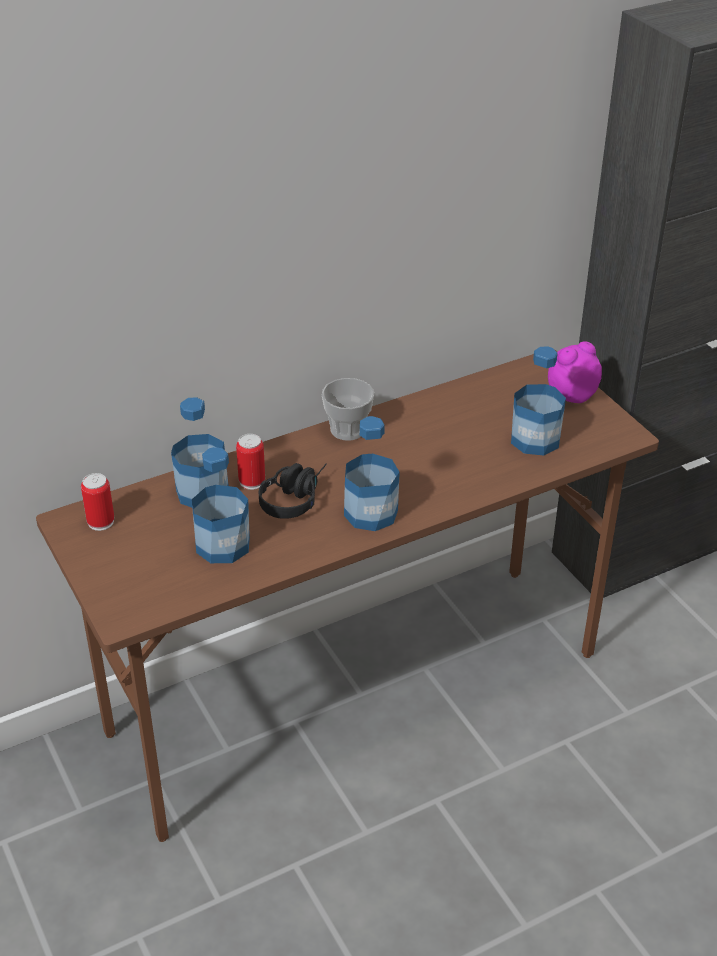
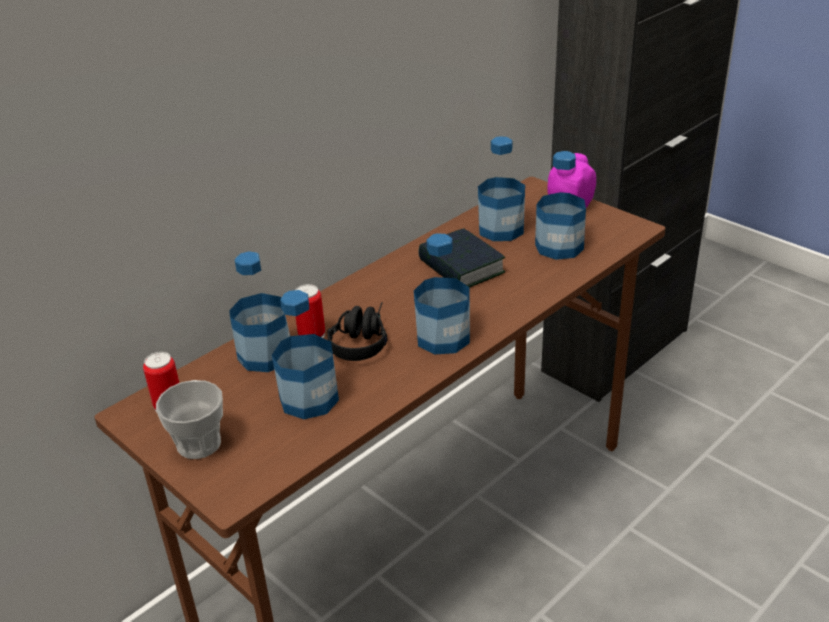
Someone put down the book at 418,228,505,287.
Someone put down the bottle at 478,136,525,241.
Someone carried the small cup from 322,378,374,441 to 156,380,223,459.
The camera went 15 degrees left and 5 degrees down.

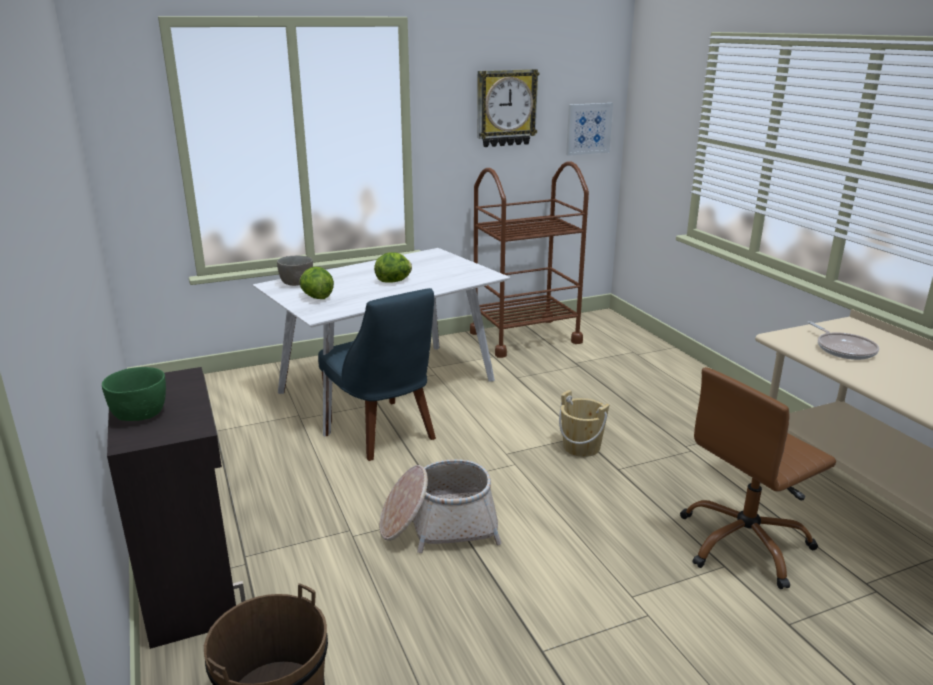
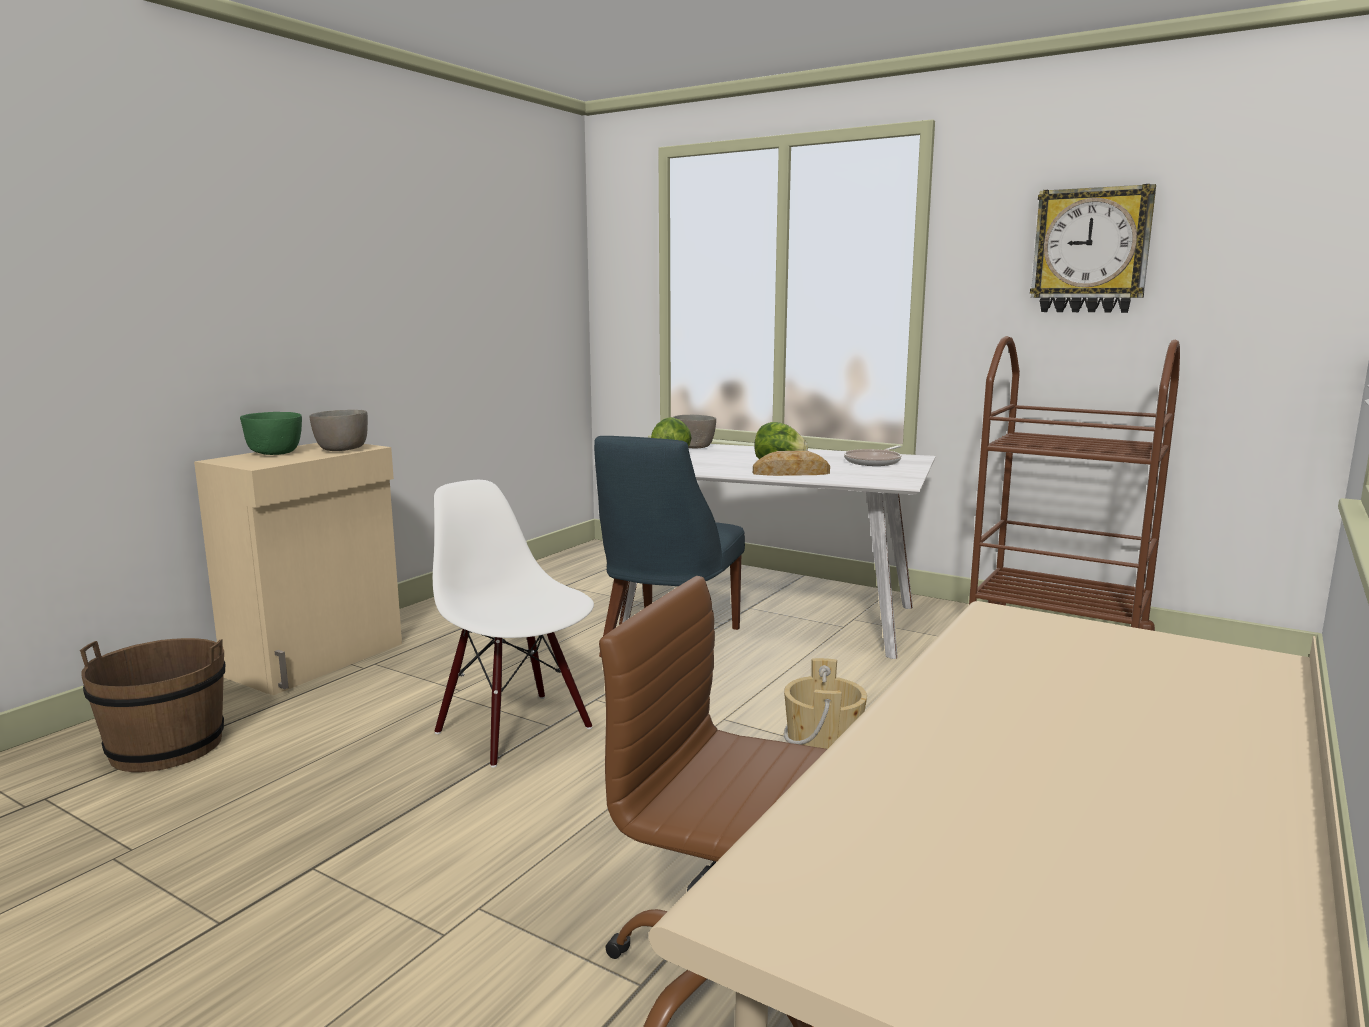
Someone took away the wall picture at 566,103,613,156.
Someone put down the deep dish (grey) at 309,410,368,451.
Someone put down the bakery bread at 753,451,830,476.
Someone carried the frying pan from 807,321,879,360 to 844,446,902,466.
Someone swapped the basket at 380,459,502,553 for the chair (white) at 433,480,594,768.
Someone repainted the cupboard (black-coloured) at 107,367,246,649, which became the cupboard (beige) at 194,443,402,695.
The camera went 55 degrees right and 10 degrees down.

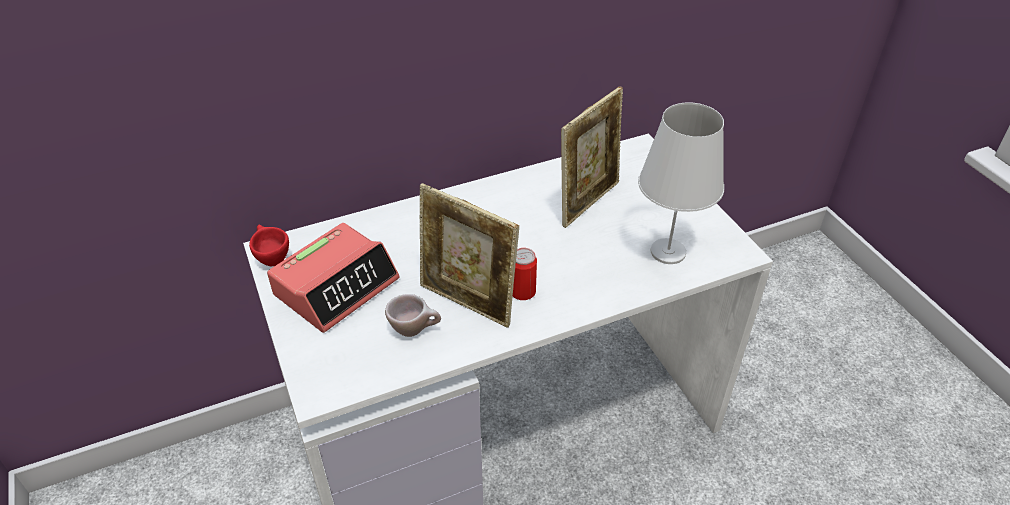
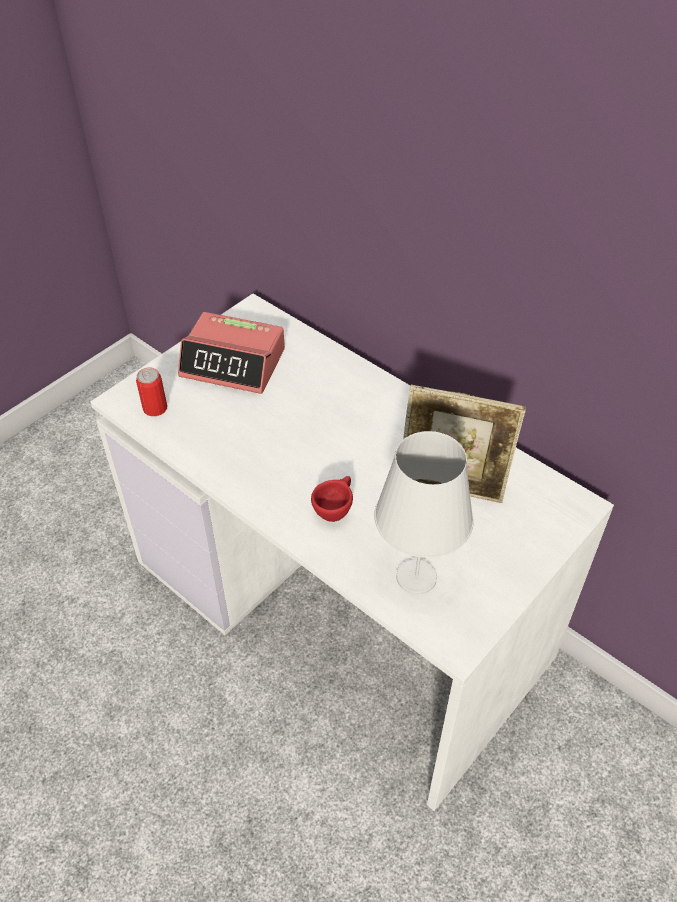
Someone took away the small cup (beige) at 385,294,441,337.
Someone took away the photo frame at 420,183,519,328.
Someone carried the small cup (reddish) from 249,225,289,266 to 311,476,353,522.
Someone carried the metal can from 513,248,537,300 to 136,367,167,416.
The camera went 65 degrees right and 5 degrees up.

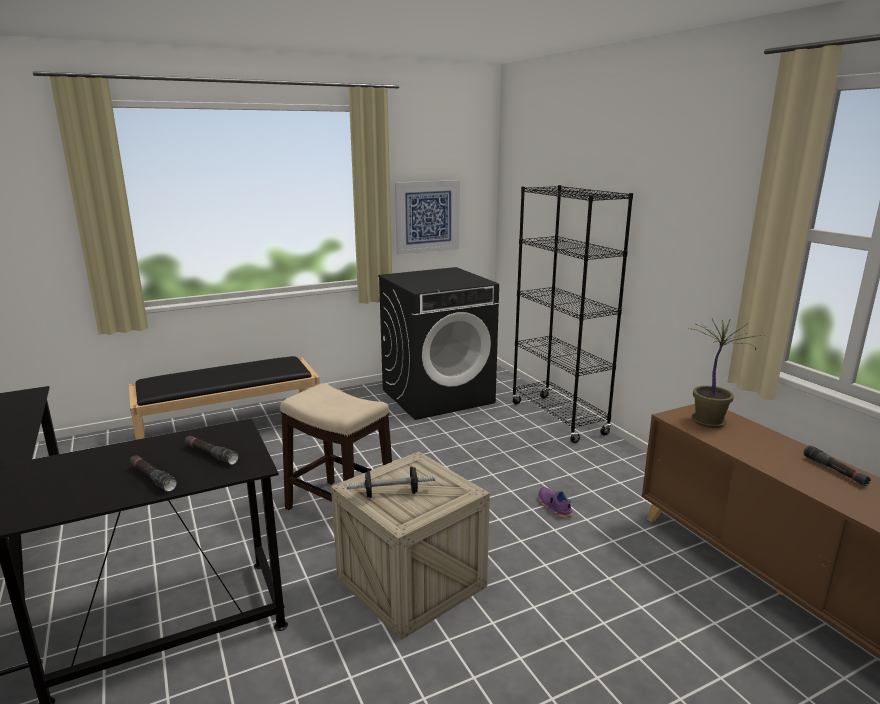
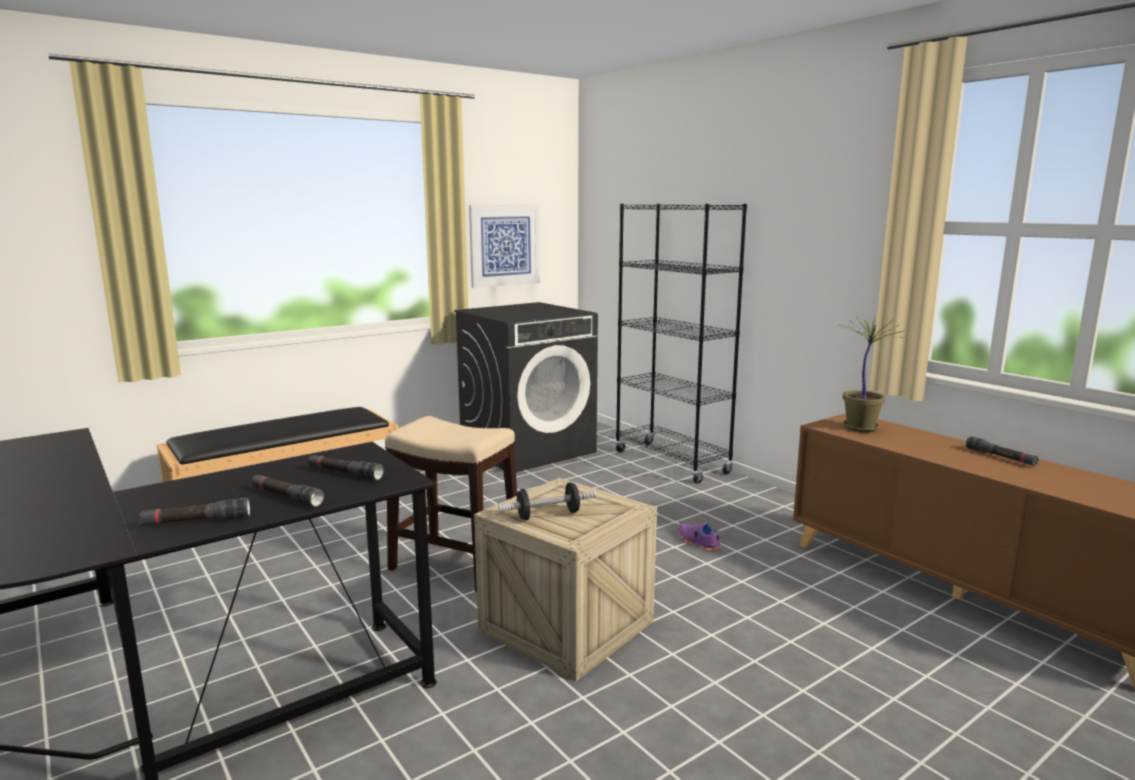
Someone put down the hand torch (black-coloured) at 139,498,250,526.
The camera went 10 degrees left and 5 degrees down.

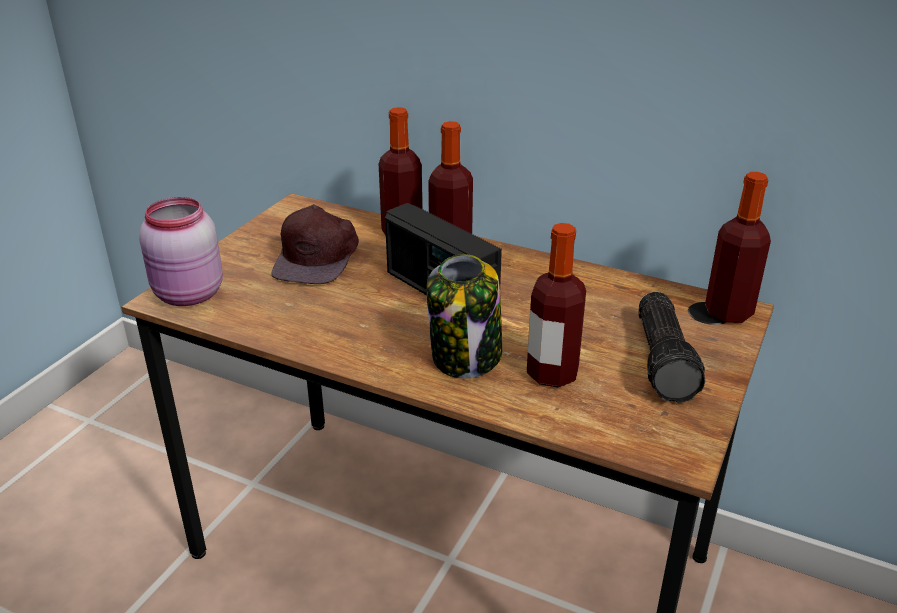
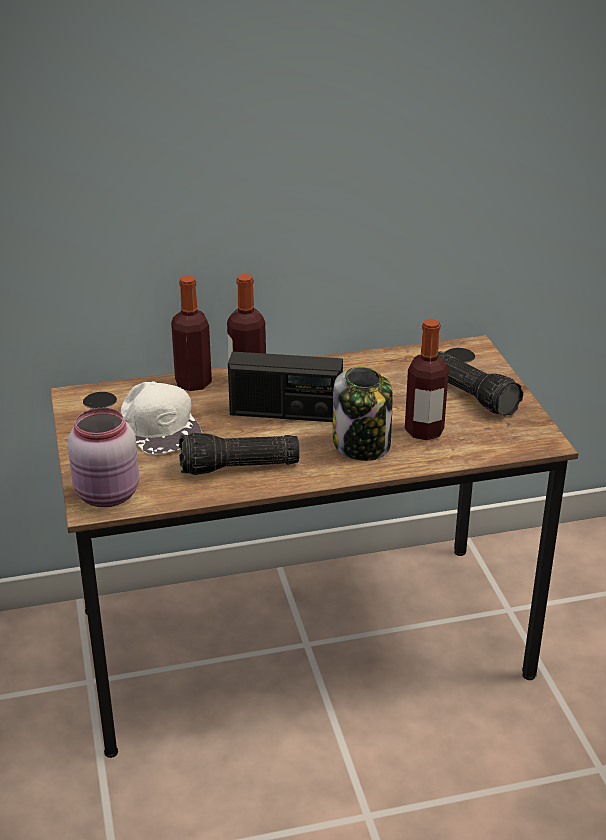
Someone took away the bottle at 705,172,771,323.
Someone put down the hand torch at 179,433,300,475.
Someone repainted the peaked cap (brown-coloured) at 271,204,359,284, which became the peaked cap (white) at 121,381,202,455.
The camera went 40 degrees left and 0 degrees up.

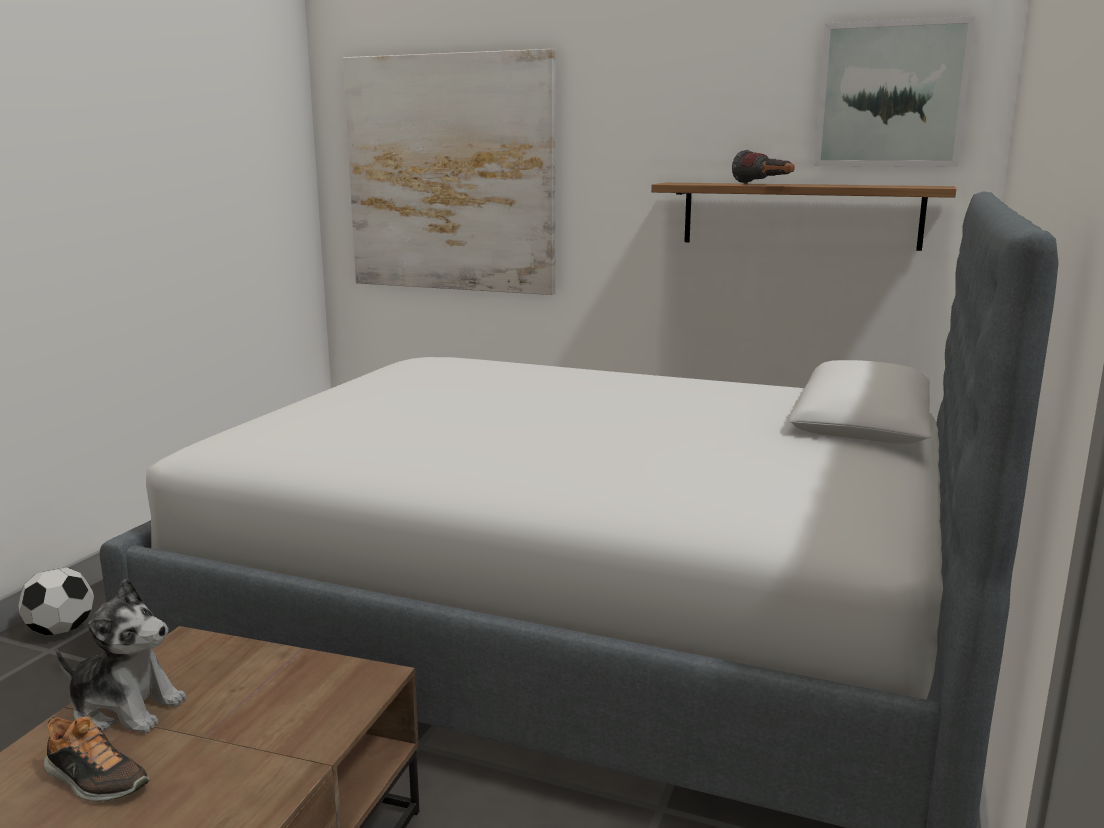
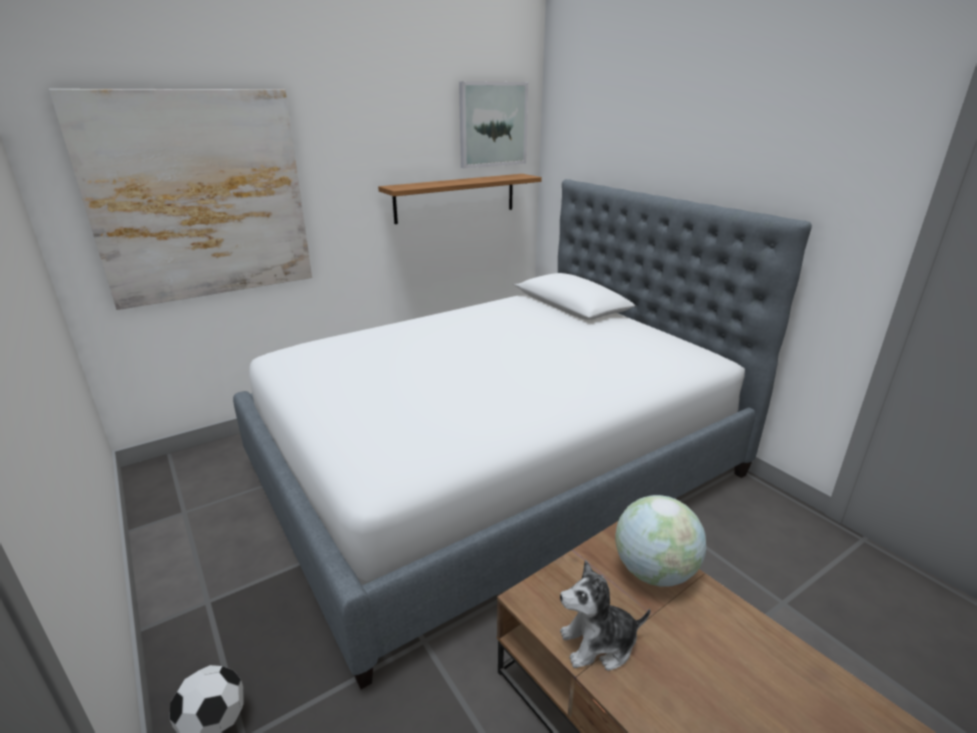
Someone took away the shoe at 44,716,150,802.
Someone took away the hand torch at 732,150,795,184.
Someone put down the globe at 615,495,706,586.
Someone rotated the cuddly toy at 56,579,186,733 by 150 degrees counterclockwise.
The camera went 55 degrees left and 10 degrees up.

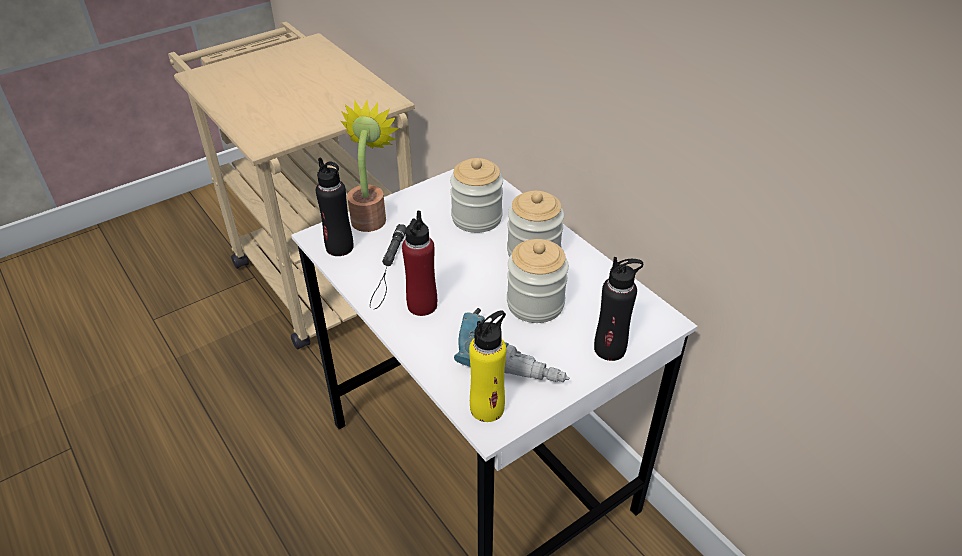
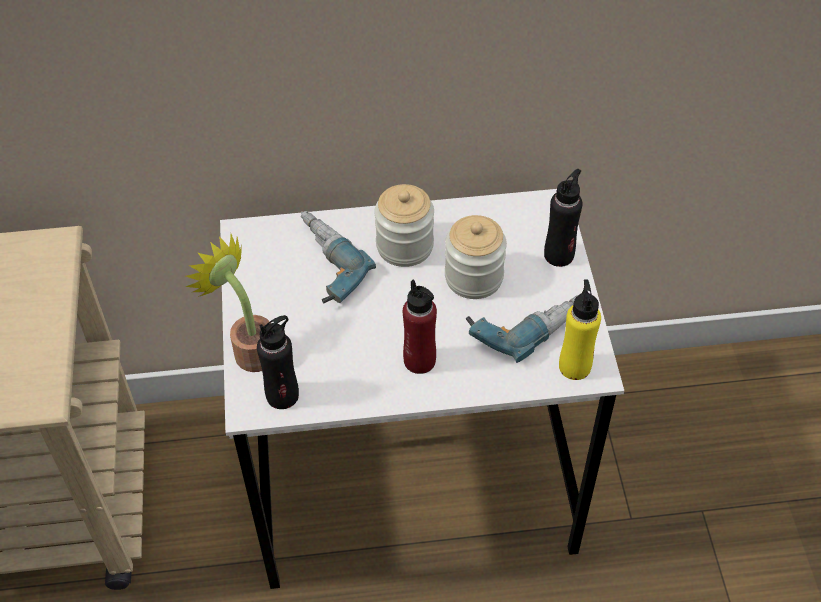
Someone took away the hand torch (black-coloured) at 370,224,406,309.
Someone swapped the jar at 450,158,503,233 for the drill at 301,211,376,303.
The camera went 60 degrees left and 10 degrees up.

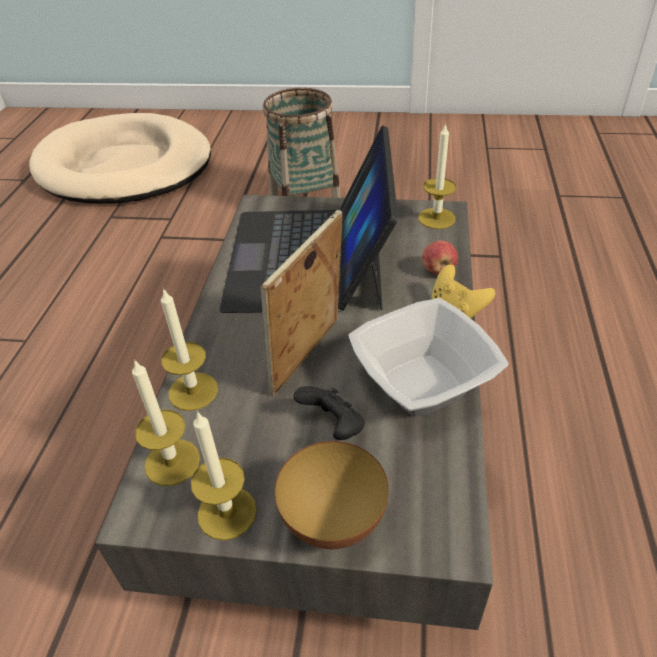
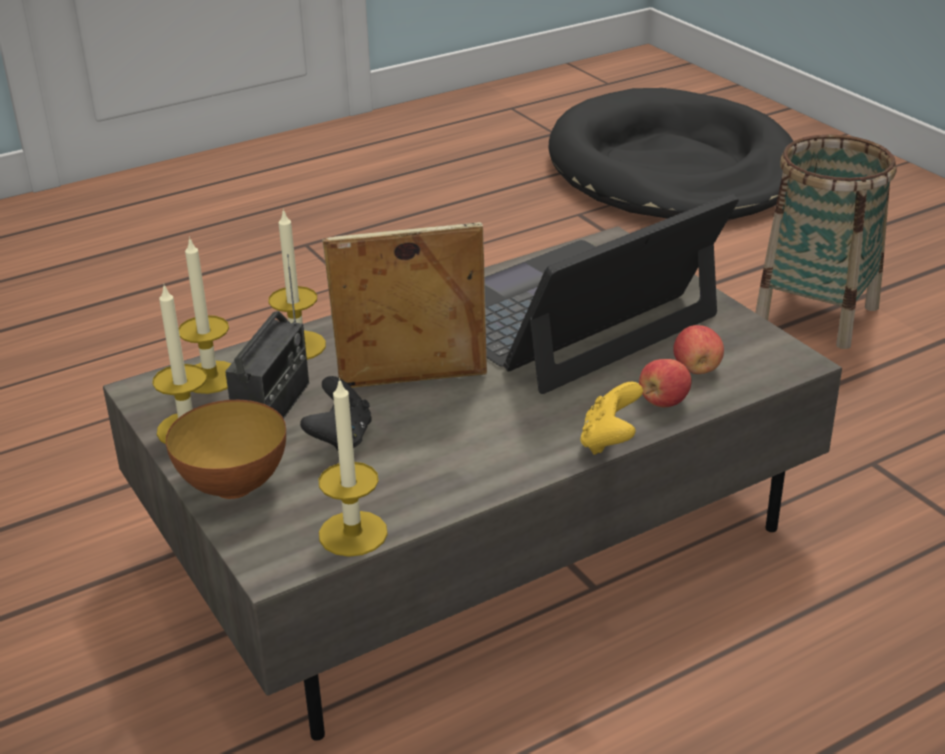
Someone took away the deep dish at 349,298,509,417.
Someone put down the radio receiver at 225,254,309,419.
Someone put down the whole apple at 673,325,724,374.
Someone carried the wax light from 418,123,456,229 to 318,378,388,557.
Someone repainted the dog cushion (beige) at 29,113,211,204, which became the dog cushion (black-coloured) at 548,88,793,219.
The camera went 50 degrees right and 10 degrees down.

